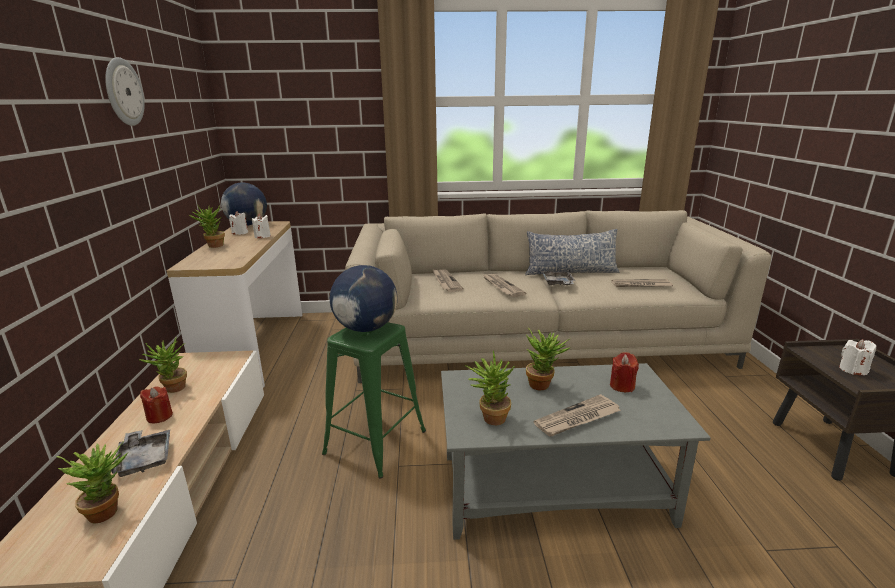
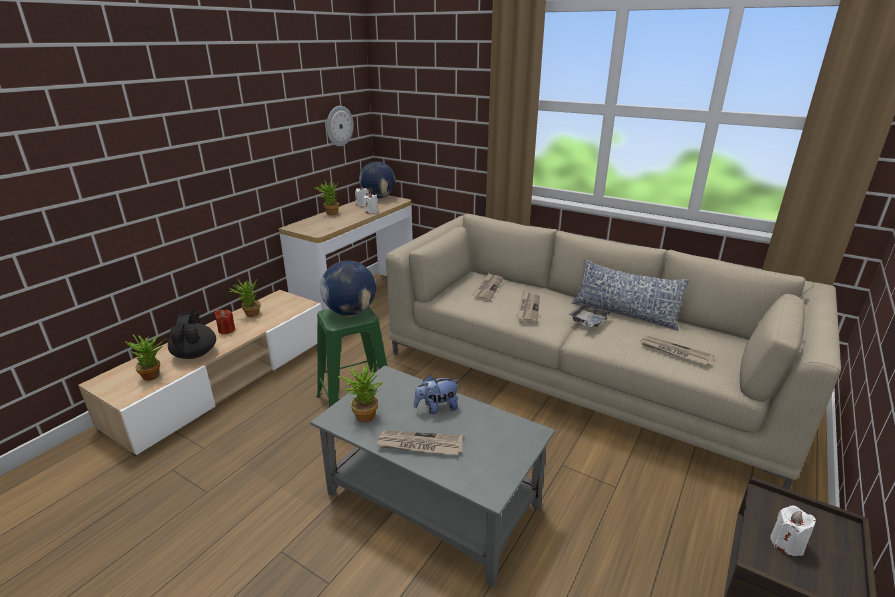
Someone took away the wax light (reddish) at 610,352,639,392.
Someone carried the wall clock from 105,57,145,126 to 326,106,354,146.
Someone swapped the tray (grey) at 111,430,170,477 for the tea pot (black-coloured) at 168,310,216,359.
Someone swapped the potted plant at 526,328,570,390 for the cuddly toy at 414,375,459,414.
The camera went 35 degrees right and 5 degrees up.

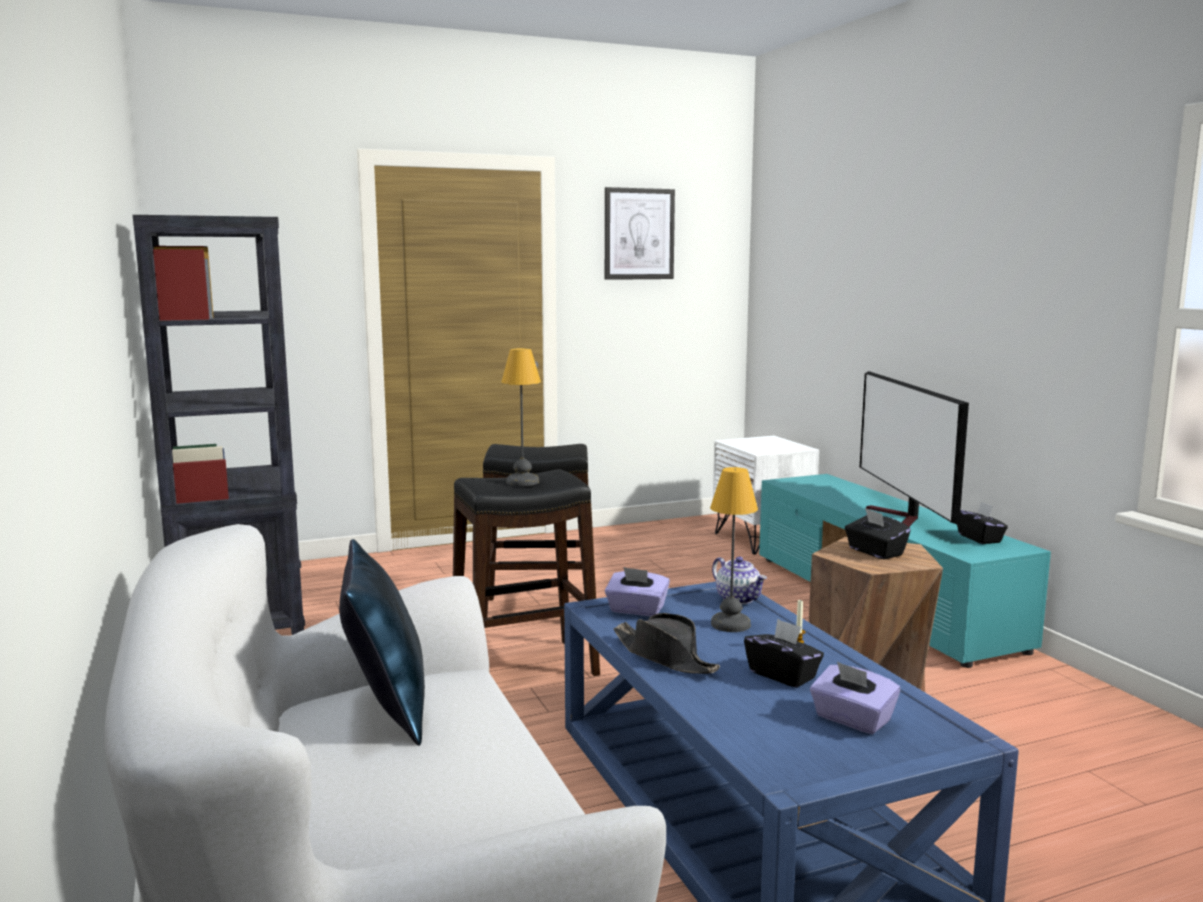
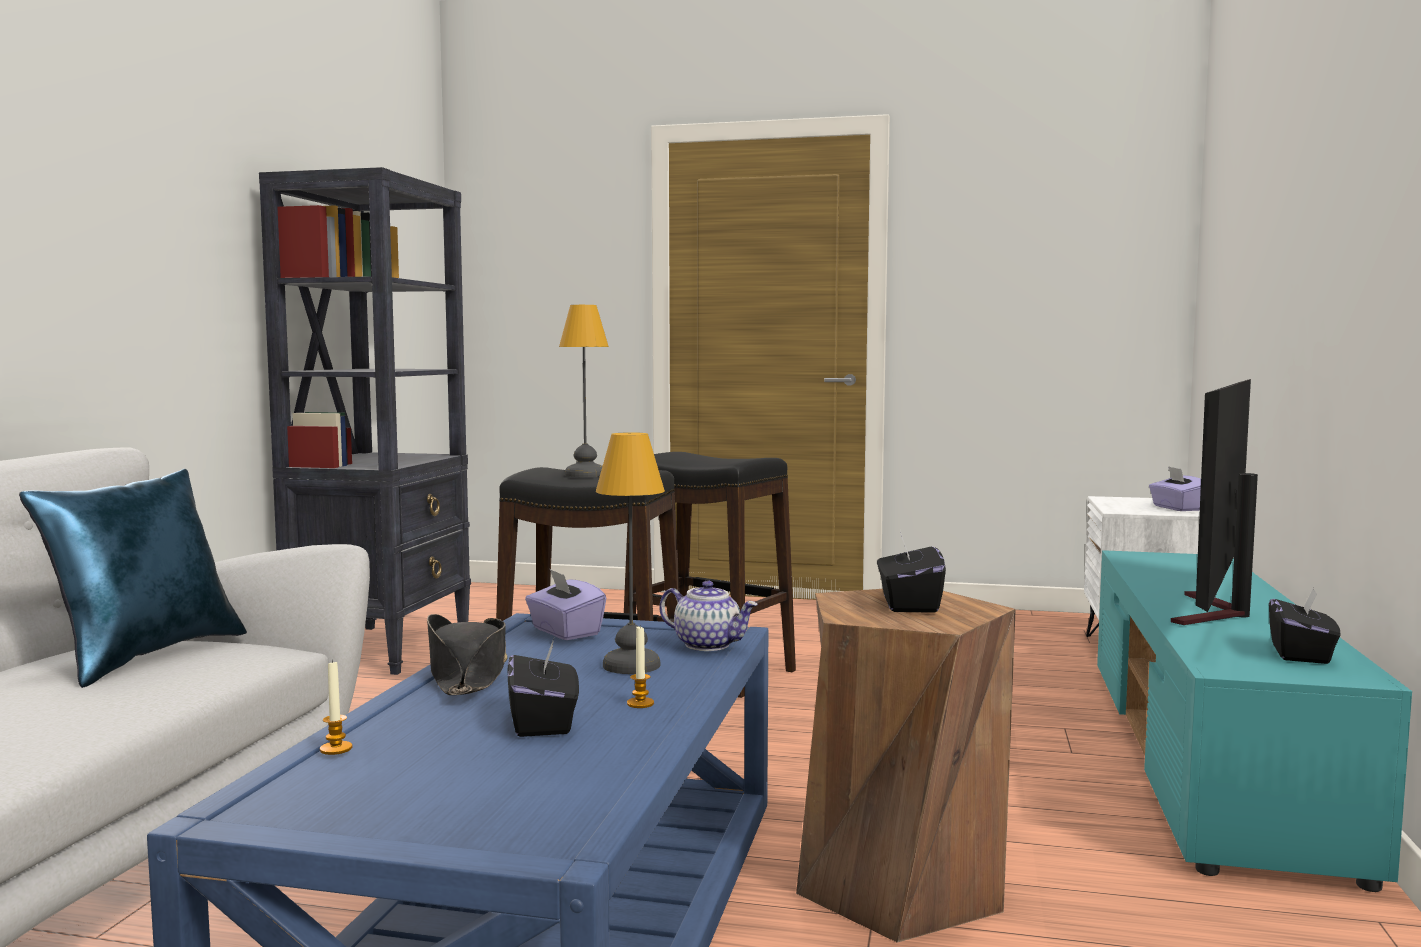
Someone took away the wall picture at 605,187,675,280.
Someone put down the wax light at 320,659,352,755.
Someone carried the tissue holder (purplish) from 810,662,900,734 to 1149,466,1201,511.
Someone rotated the tea pot at 712,556,767,604 by 60 degrees counterclockwise.
The camera went 35 degrees right and 5 degrees down.

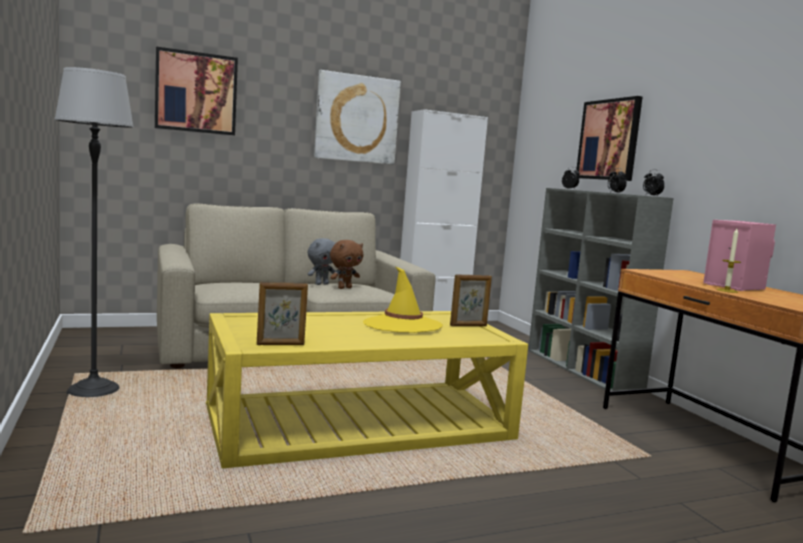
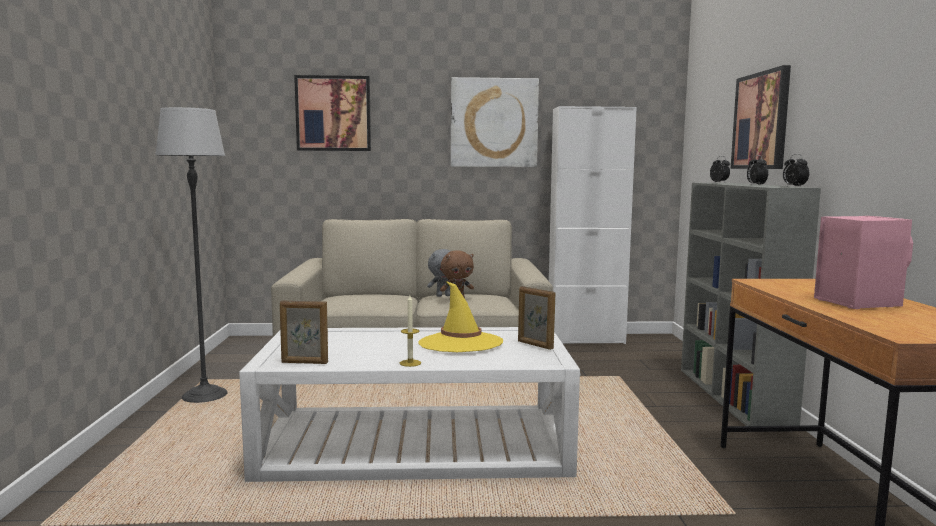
Someone carried the wax light from 716,228,741,293 to 400,295,421,367.
Someone repainted the lounge table (yellowish) at 206,311,528,468, which became the lounge table (white) at 239,327,580,482.
Someone rotated the photo frame at 450,274,492,326 by 45 degrees clockwise.
The camera went 20 degrees right and 0 degrees up.

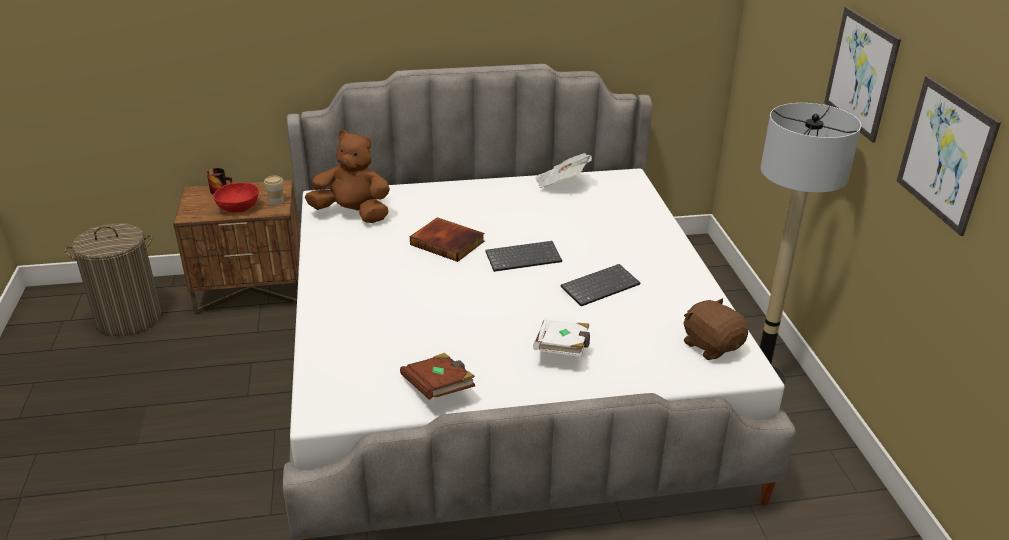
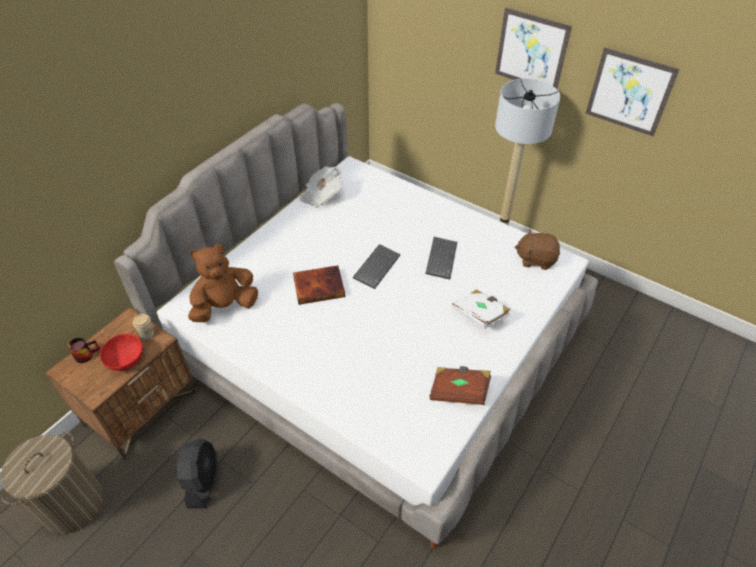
Someone put down the electric fan (black-coloured) at 176,438,218,509.
The camera went 45 degrees left and 15 degrees up.

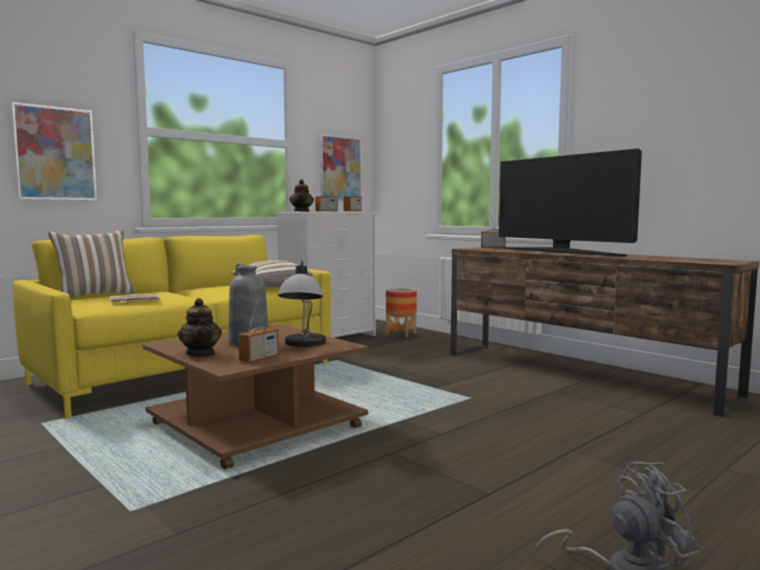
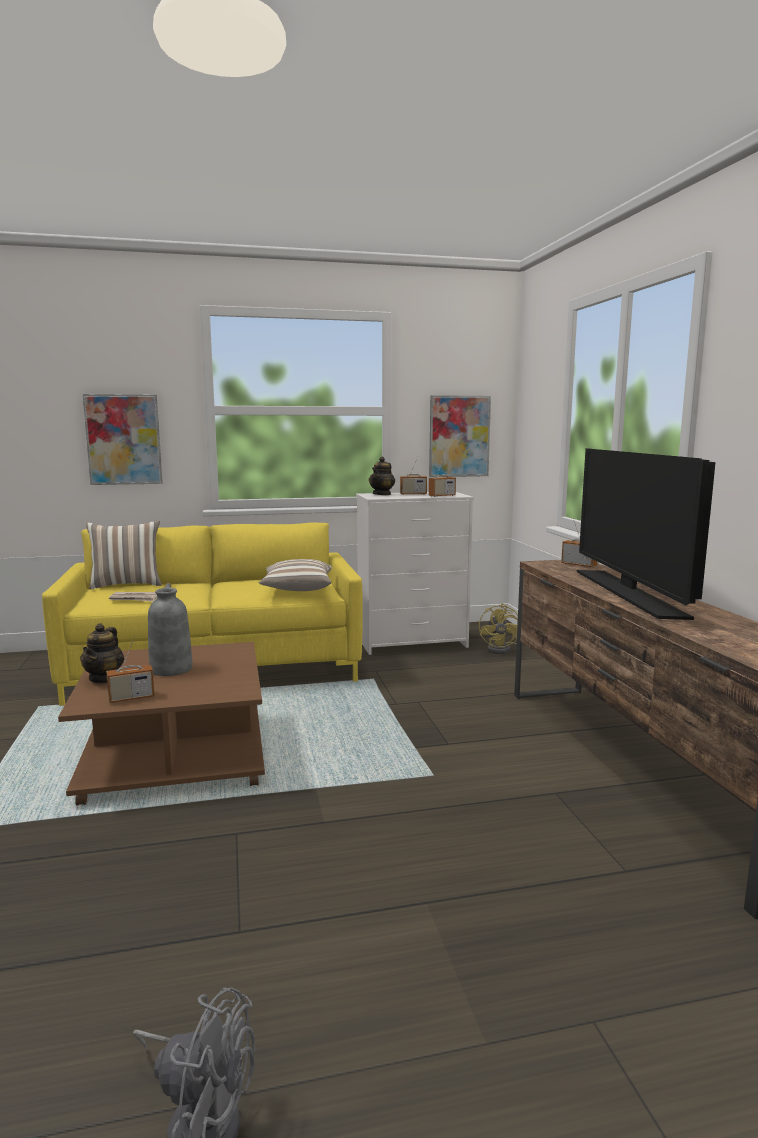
Someone took away the table lamp at 278,261,326,347.
Someone swapped the planter at 386,288,417,337 for the electric fan (yellowish) at 479,604,518,654.
The camera went 30 degrees right and 5 degrees up.

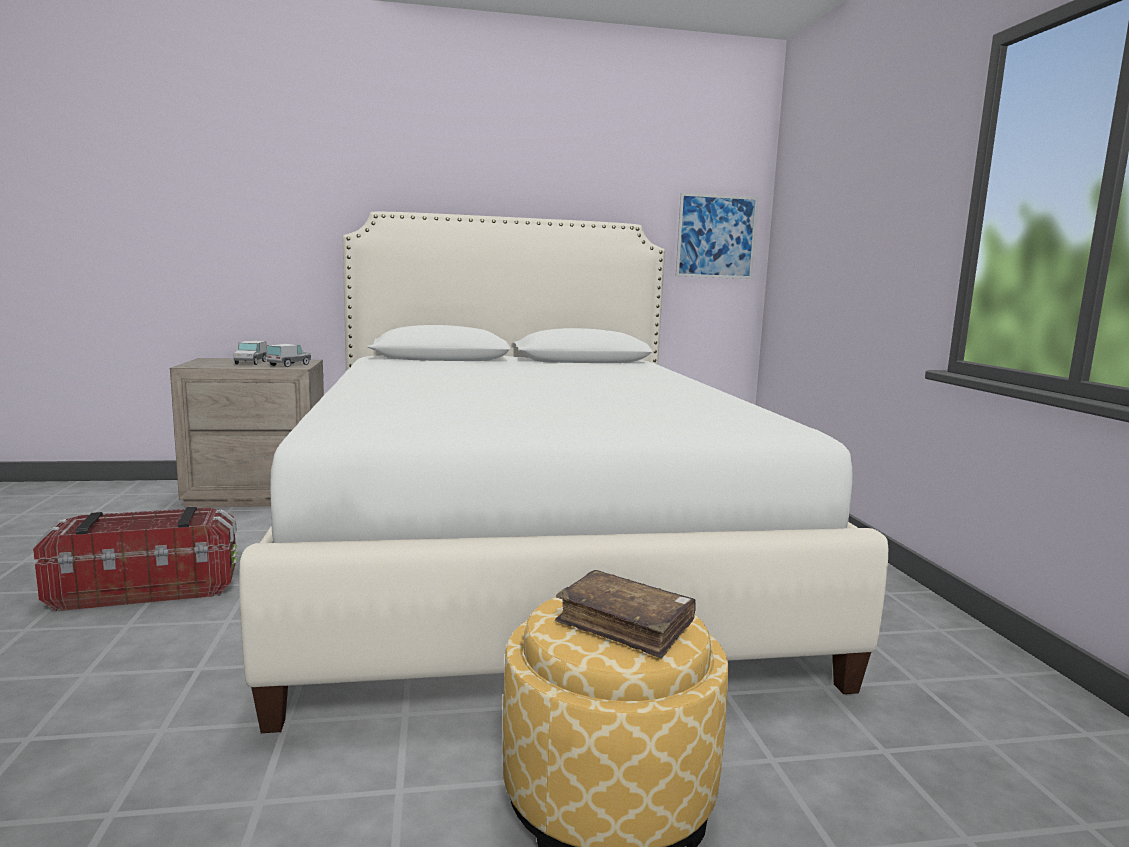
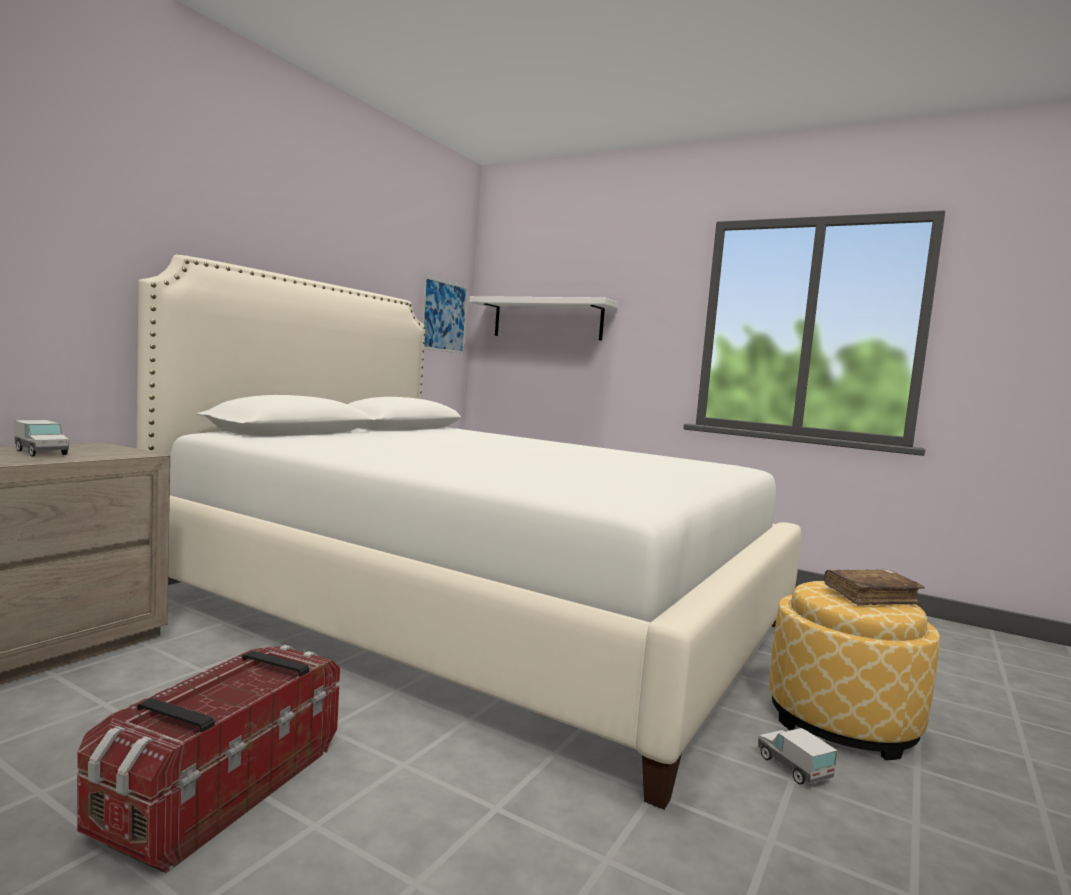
Someone put up the shelf (white) at 470,296,618,340.
Someone carried the toy truck from 266,344,311,367 to 758,728,838,784.
The camera went 50 degrees left and 5 degrees down.

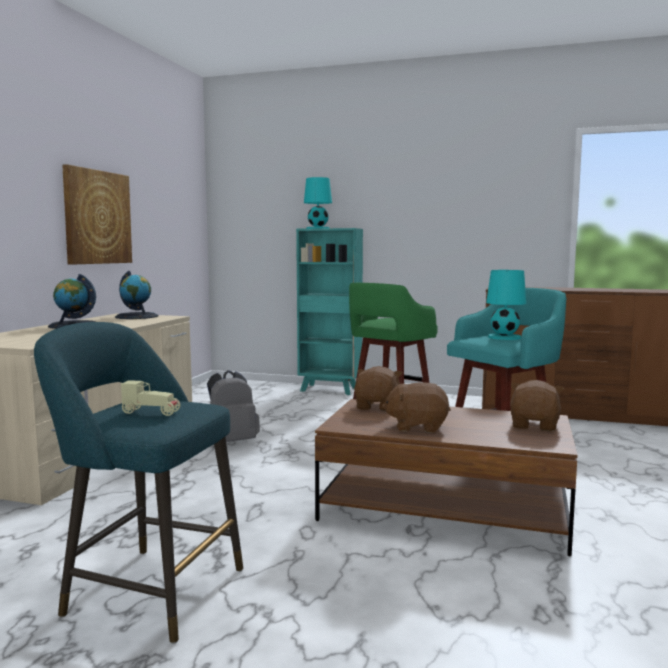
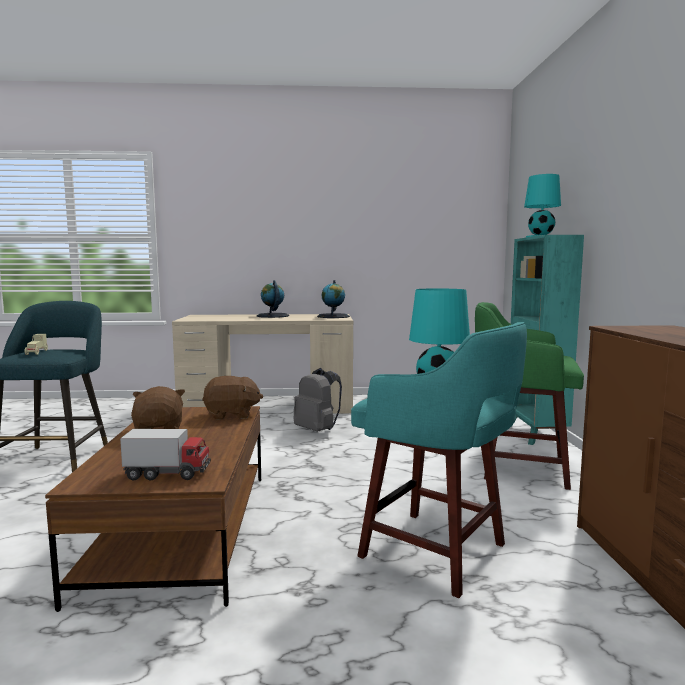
Someone took away the wall picture at 62,164,132,265.
Someone swapped the cuddly toy (brown-coloured) at 510,380,564,431 for the toy truck at 120,429,211,480.
The camera went 70 degrees right and 0 degrees up.

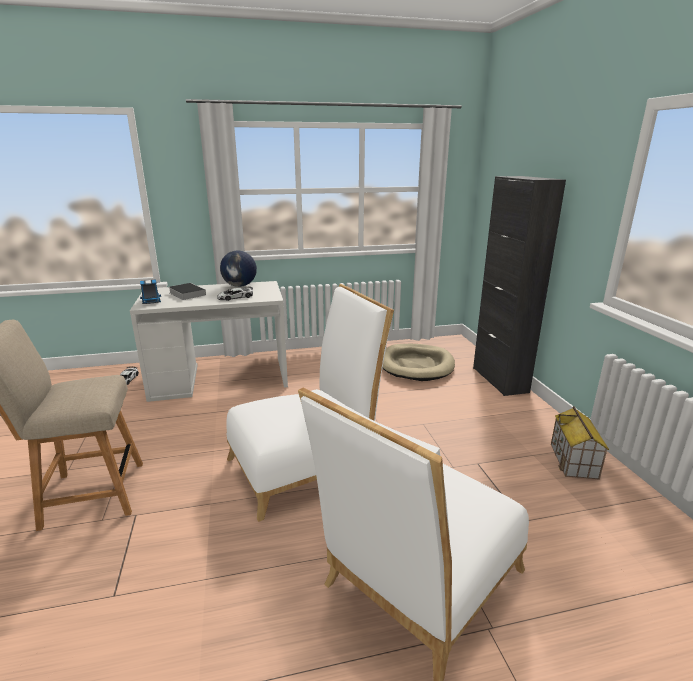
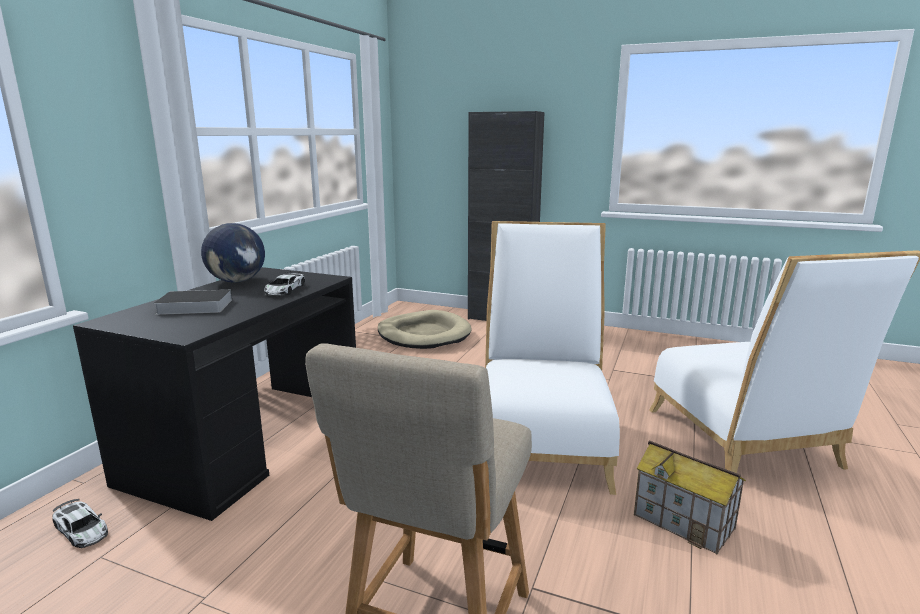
Someone took away the toy truck at 140,280,161,304.
Someone carried the miniature house from 551,406,609,480 to 634,440,746,555.
Someone repainted the desk table (white) at 130,281,288,402, which became the desk table (black-coloured) at 73,267,356,521.
The camera went 55 degrees left and 5 degrees down.

